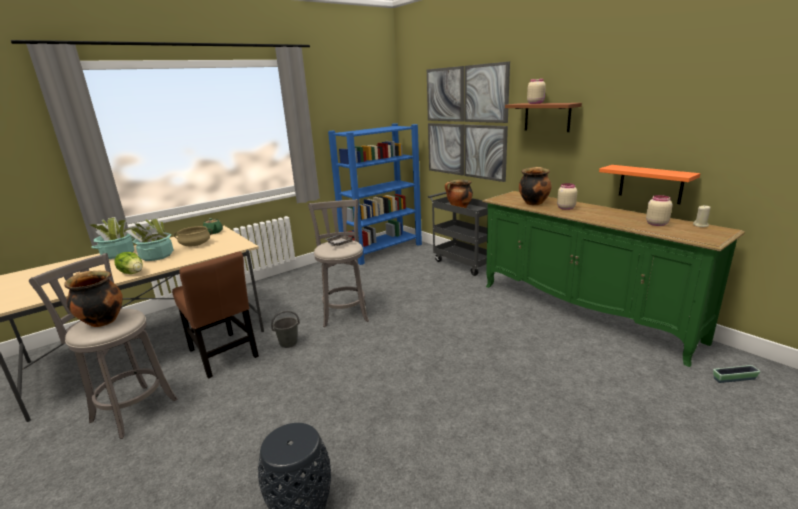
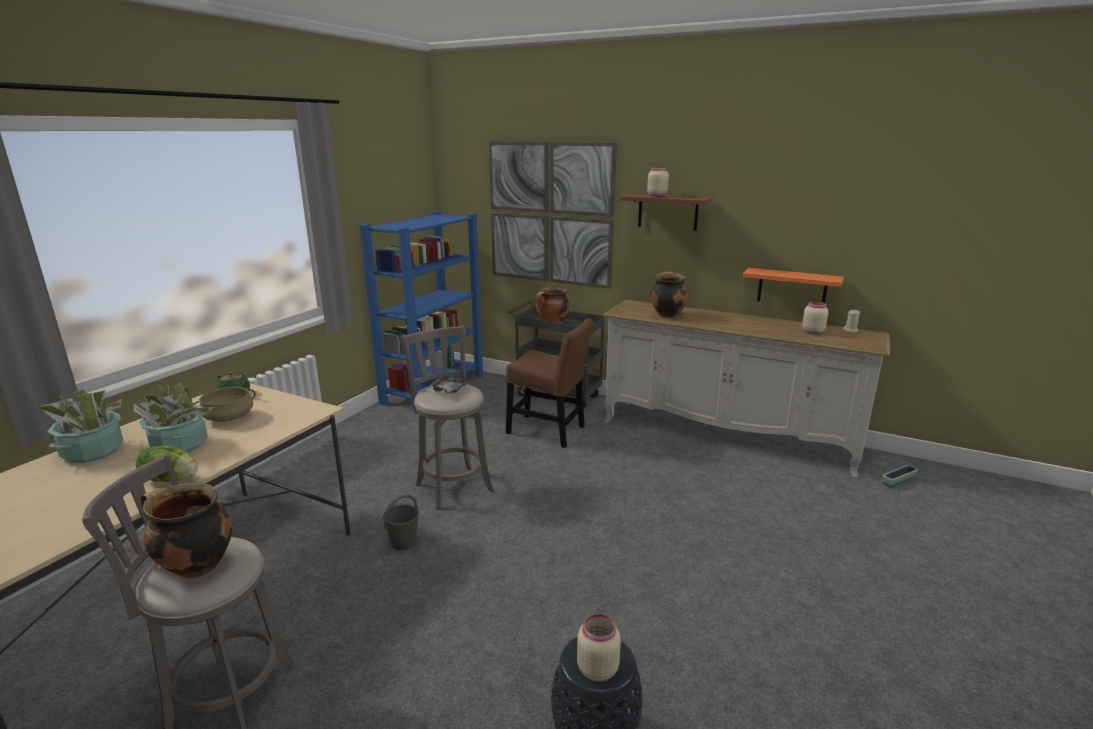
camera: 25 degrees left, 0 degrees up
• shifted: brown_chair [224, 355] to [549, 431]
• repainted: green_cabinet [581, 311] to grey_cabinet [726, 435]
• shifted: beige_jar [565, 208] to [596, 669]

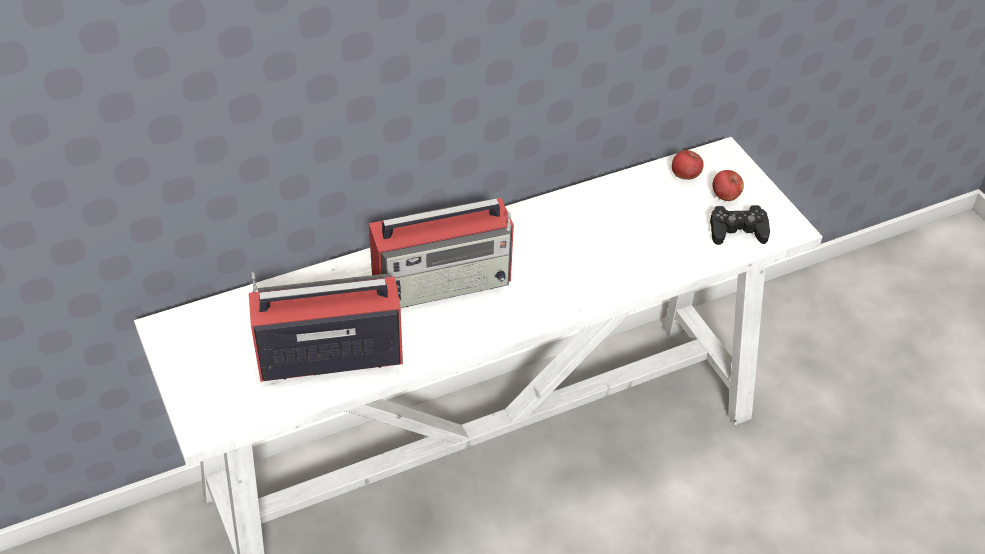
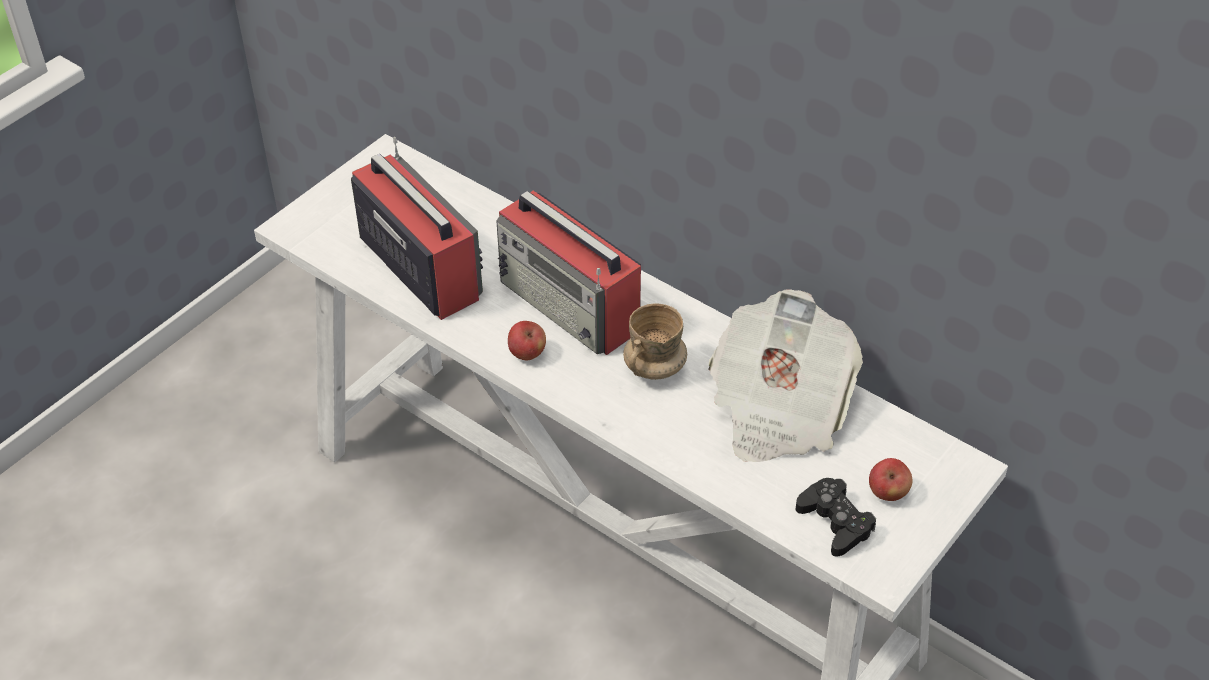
camera: 65 degrees right, 0 degrees up
• shifted: apple [685, 175] to [527, 353]
• new: beige_mug [654, 368]
• new: newspaper [778, 407]

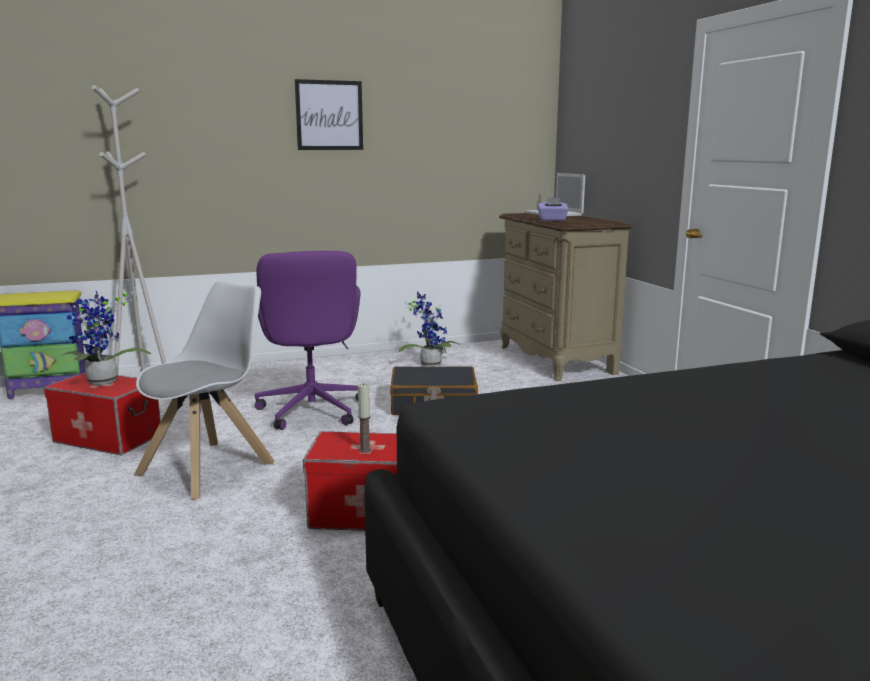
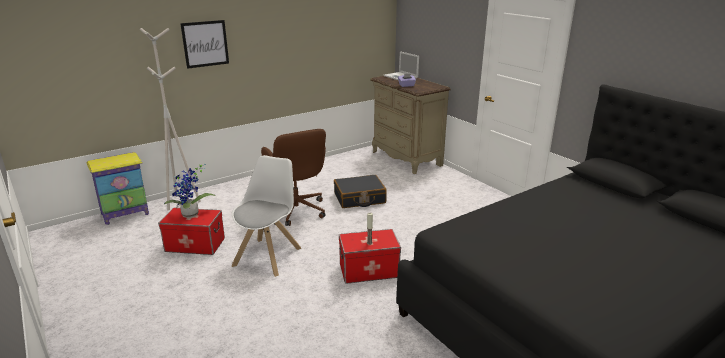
camera: 15 degrees left, 10 degrees up
• repainted: purple_office_chair [311, 410] to brown_office_chair [296, 210]
• shifted: picture [329, 115] to [205, 44]
• gone: potted_plant [429, 363]

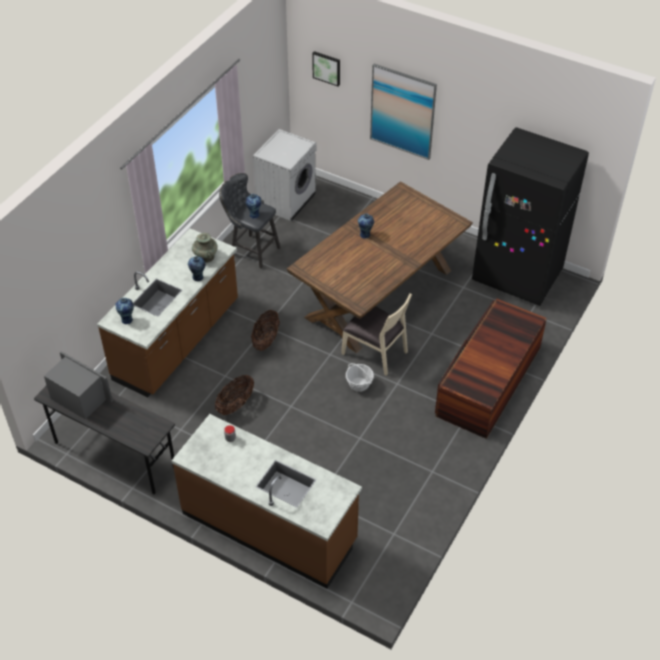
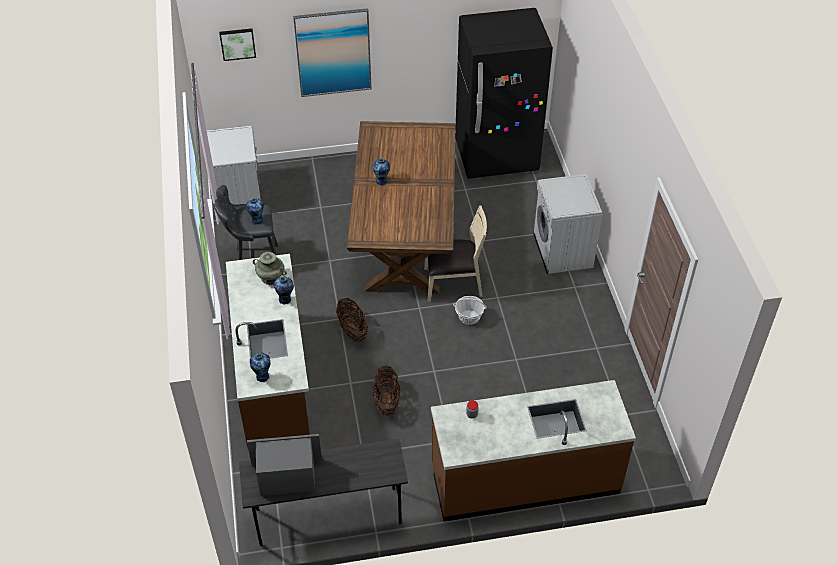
camera: 40 degrees left, 0 degrees up
• swapped: cabinet [487, 381] to white_washing_machine [561, 251]

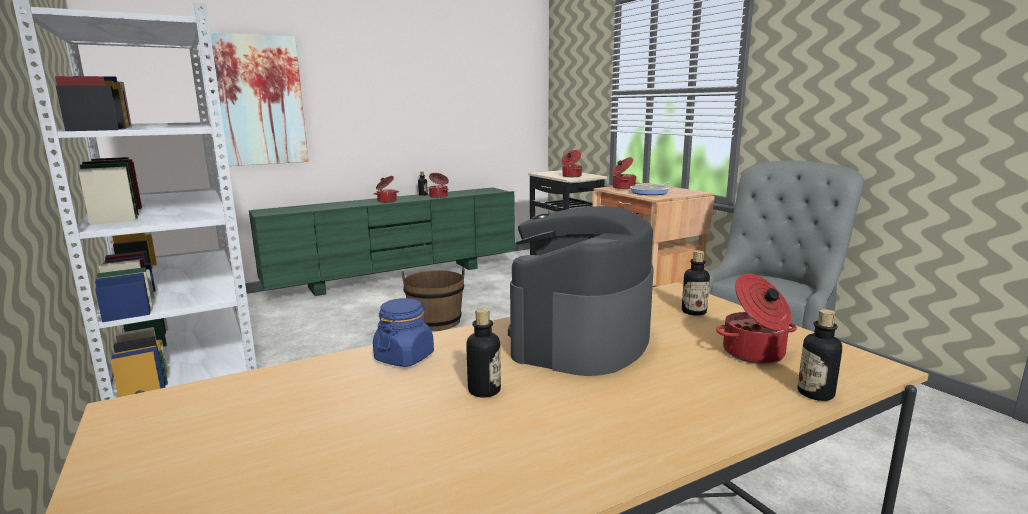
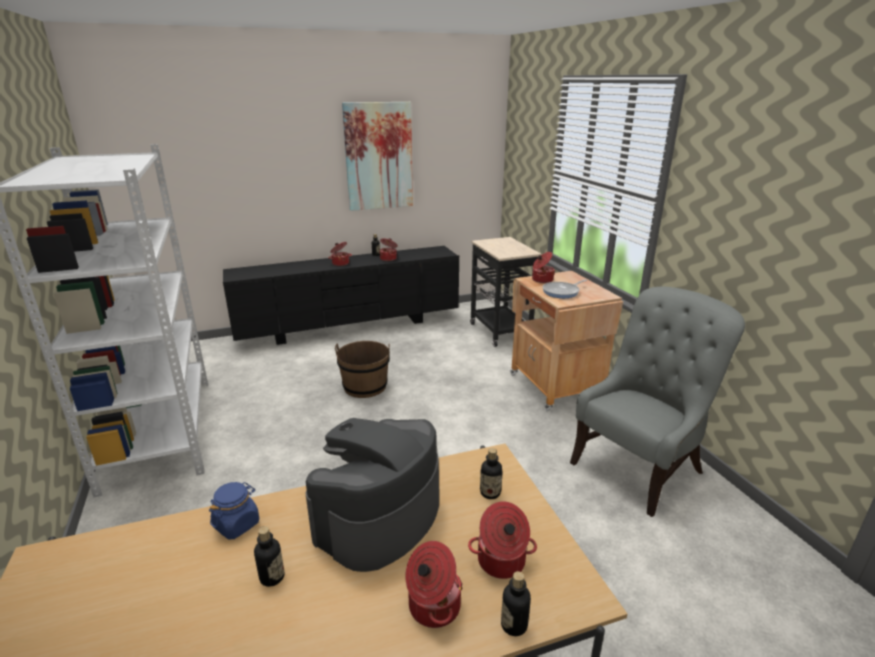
camera: 10 degrees right, 10 degrees up
• shifted: picture [258, 101] to [379, 157]
• repainted: green_cabinet [396, 277] to black_cabinet [350, 327]
• shifted: cooking_pot [571, 176] to [432, 606]

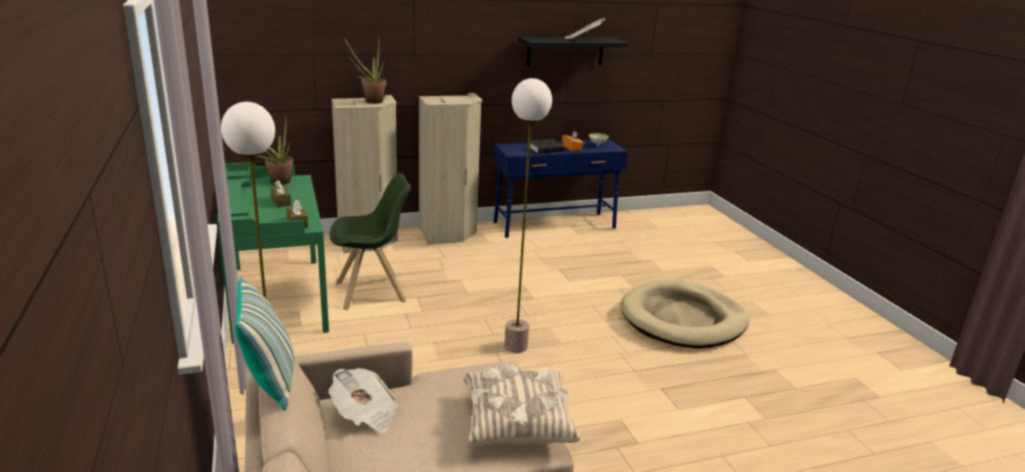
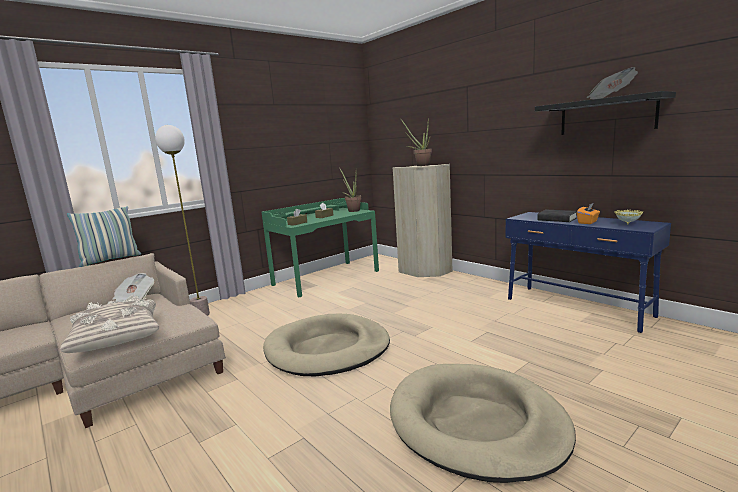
camera: 70 degrees right, 10 degrees down
• gone: green_chair [371, 292]
• gone: beige_cabinet [448, 233]
• swapped: floor_lamp [516, 346] to beige_dog_bed [327, 349]

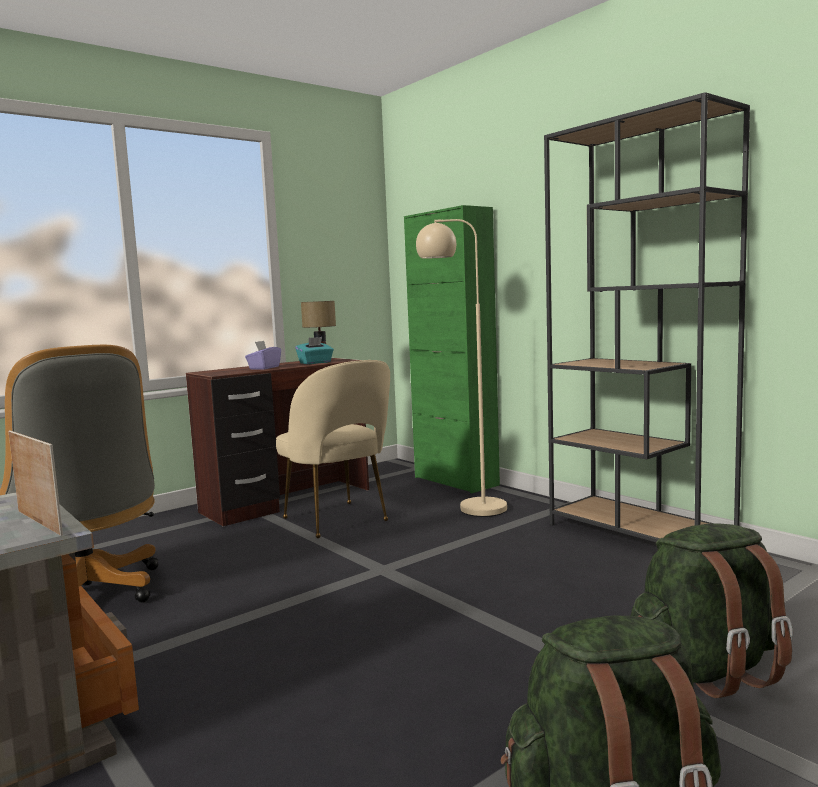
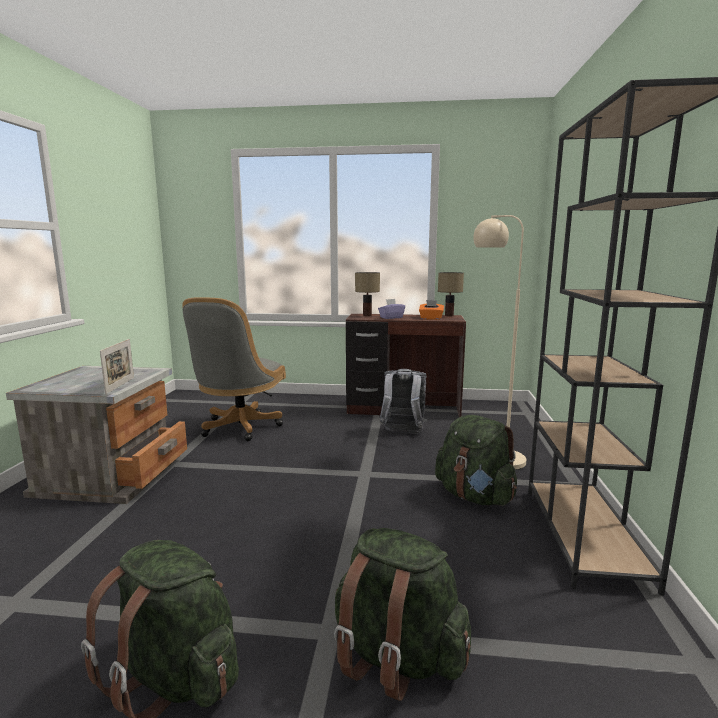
camera: 45 degrees right, 5 degrees up
• swapped: beige_chair [338, 522] to grey_backpack [402, 434]
• repainted: turquoise_tissue_box [315, 363] to orange_tissue_box [431, 318]
• gone: green_cabinet [455, 481]
• new: table_lamp [366, 315]
• new: green_backpack [475, 496]

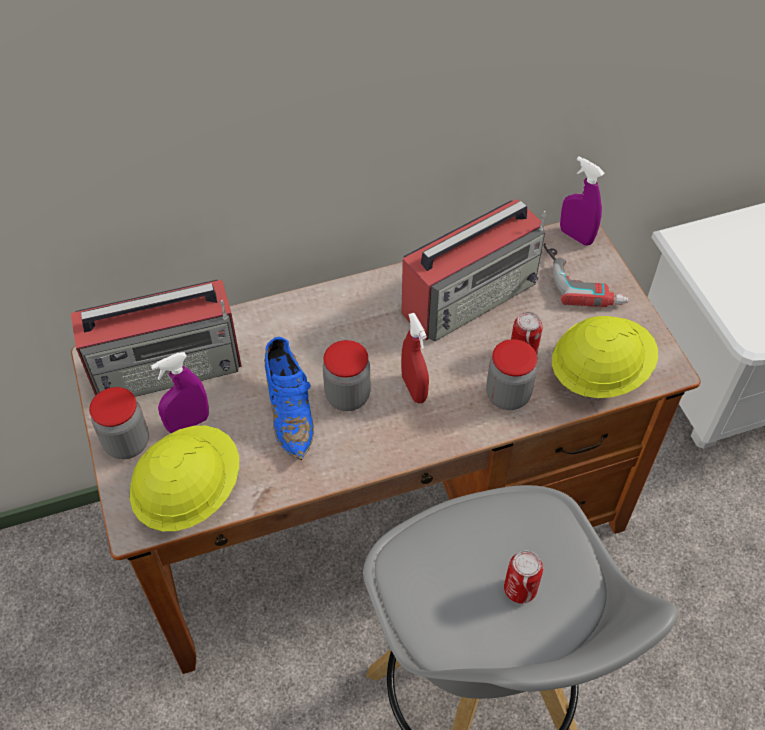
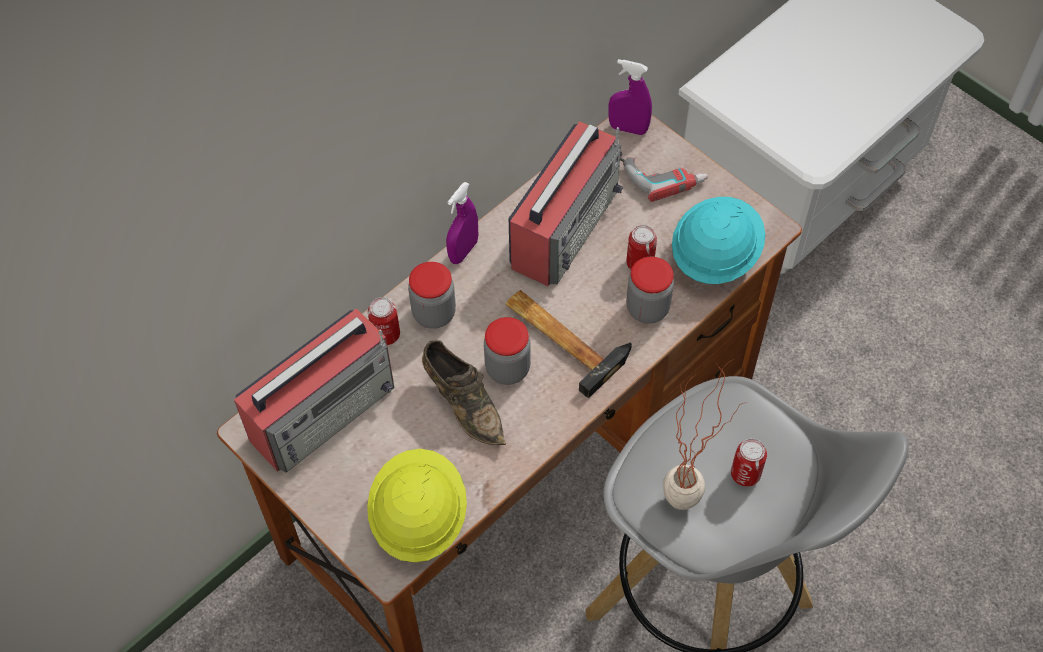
camera: 25 degrees left, 5 degrees up
• shifted: jar [127, 443] to [434, 313]
• shifted: purple_spray_bottle [188, 423] to [463, 251]
• repainted: blue_shoe [290, 410] to brown_shoe [464, 404]
• swapped: red_spray_bottle [414, 389] to hammer [563, 337]
• repainted: yellow_hard_hat [599, 373] to turquoise_hard_hat [714, 255]
• new: can [386, 334]
• new: potted_plant [692, 494]

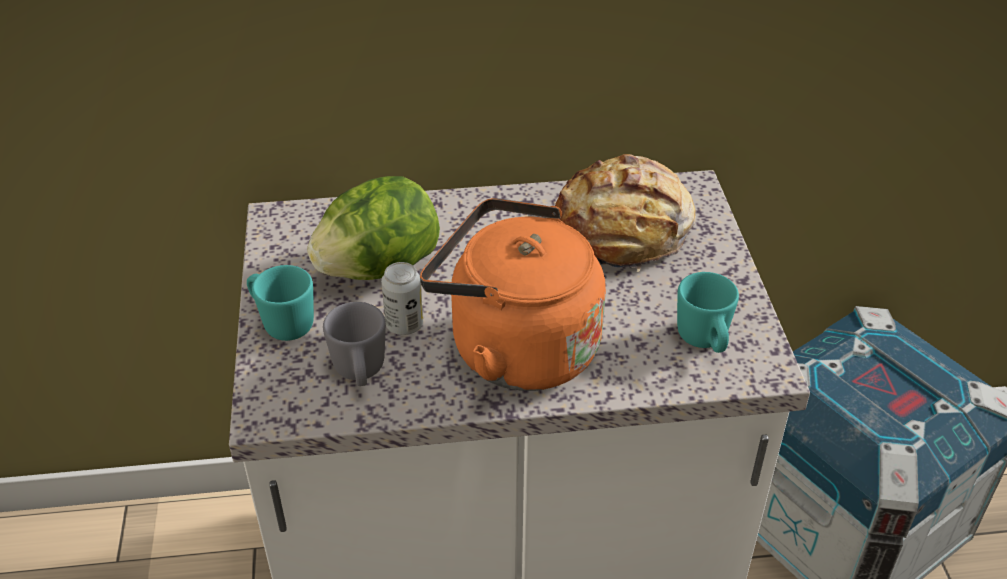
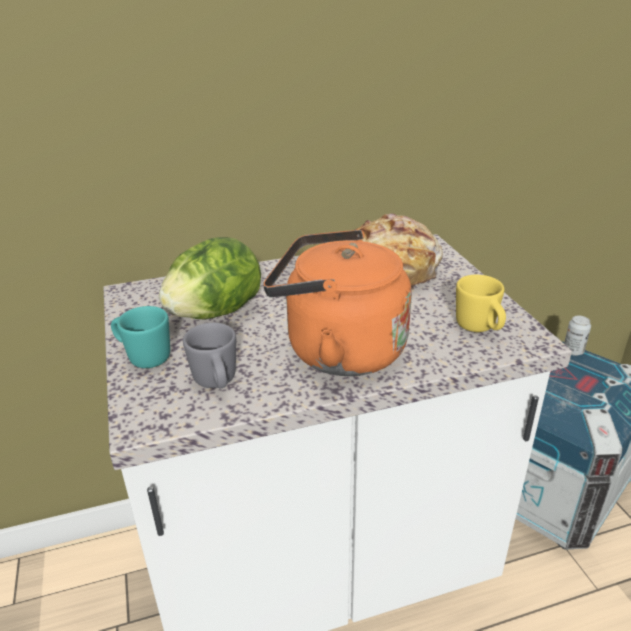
camera: 10 degrees left, 10 degrees down
• shifted: can [404, 325] to [573, 351]
• repainted: turquoise_mug [705, 341] to yellow_mug [479, 328]

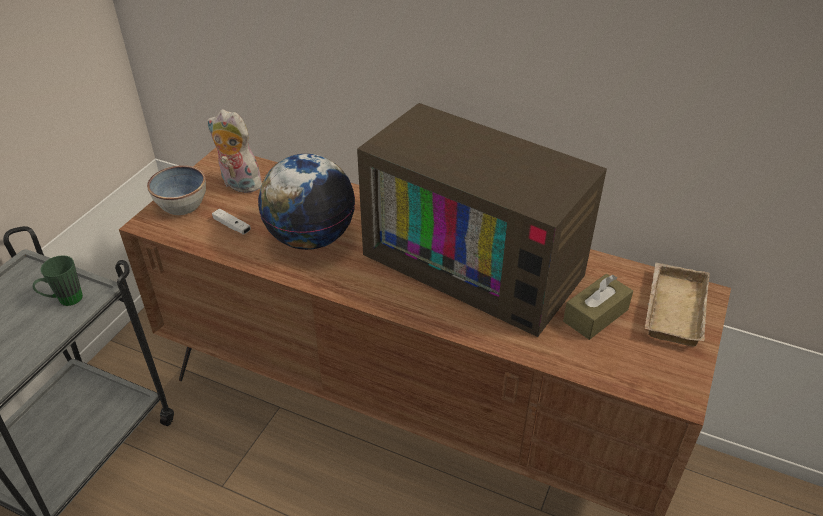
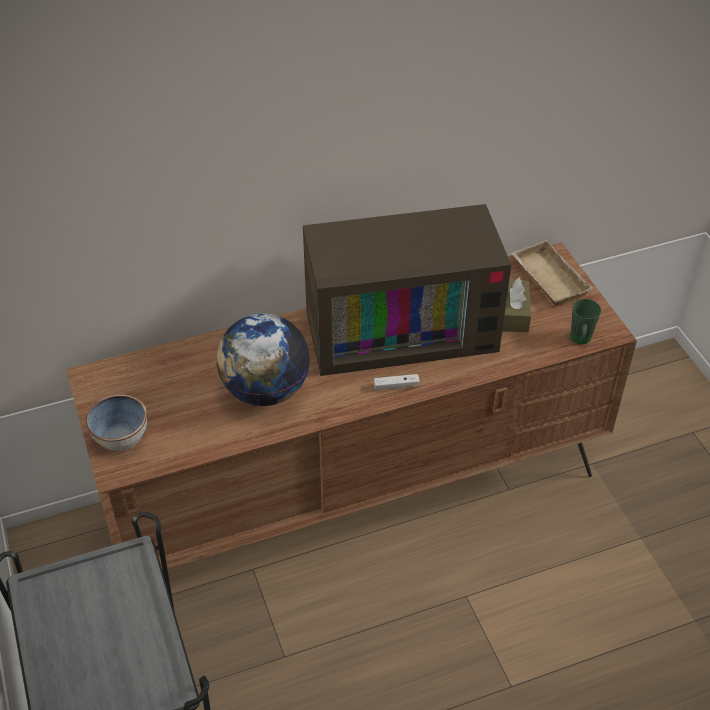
camera: 45 degrees left, 5 degrees up
• shifted: green_mug [64, 300] to [580, 341]
• gone: plush_toy [238, 184]
• shifted: white_game_controller [232, 226] to [396, 386]

